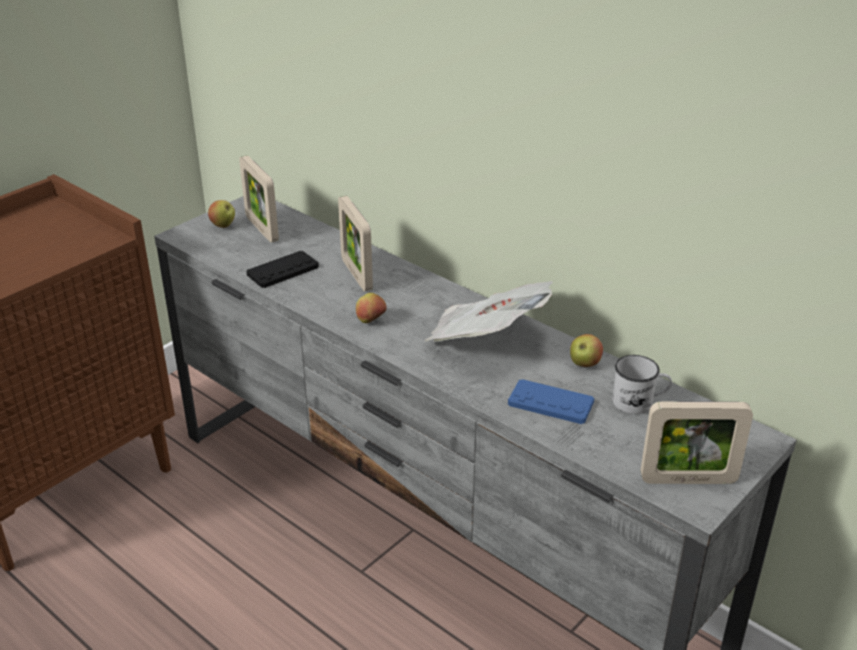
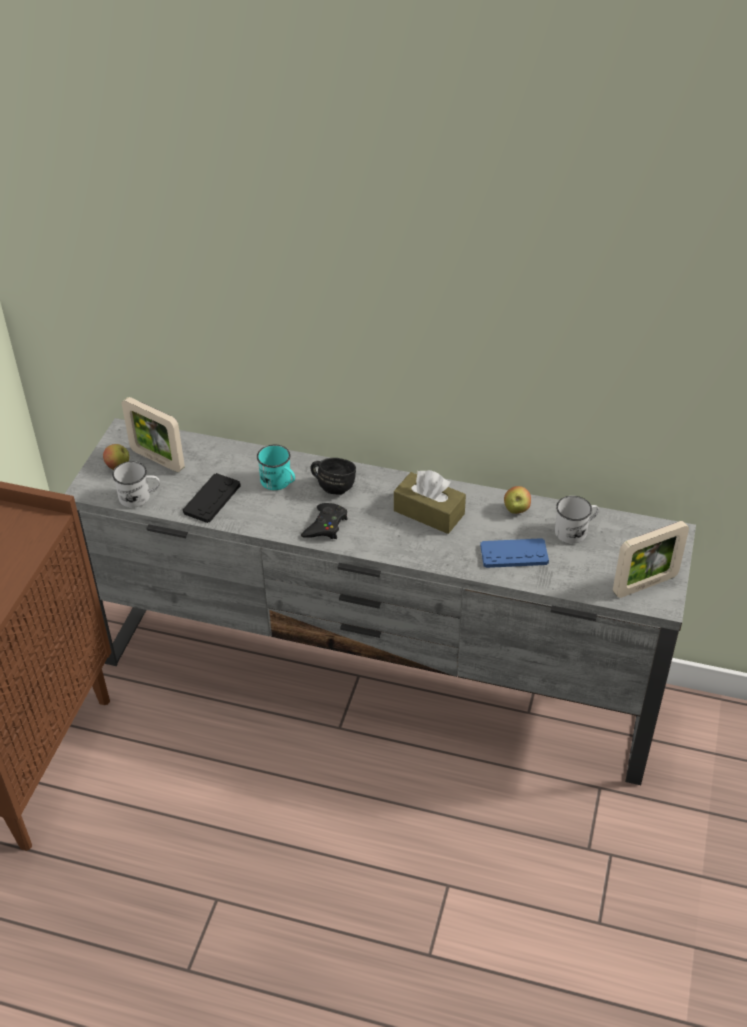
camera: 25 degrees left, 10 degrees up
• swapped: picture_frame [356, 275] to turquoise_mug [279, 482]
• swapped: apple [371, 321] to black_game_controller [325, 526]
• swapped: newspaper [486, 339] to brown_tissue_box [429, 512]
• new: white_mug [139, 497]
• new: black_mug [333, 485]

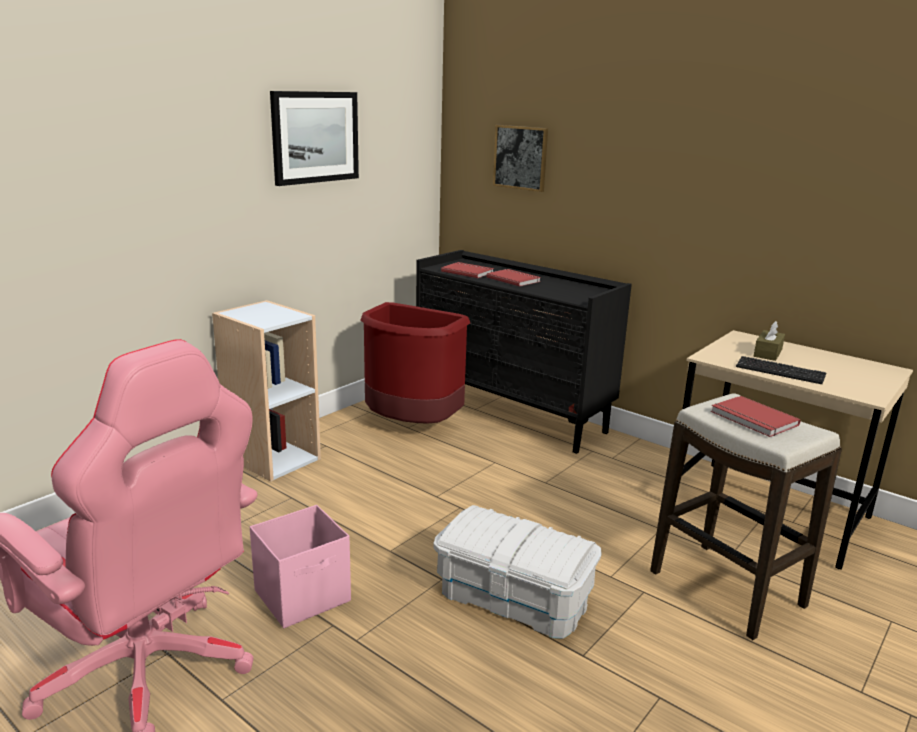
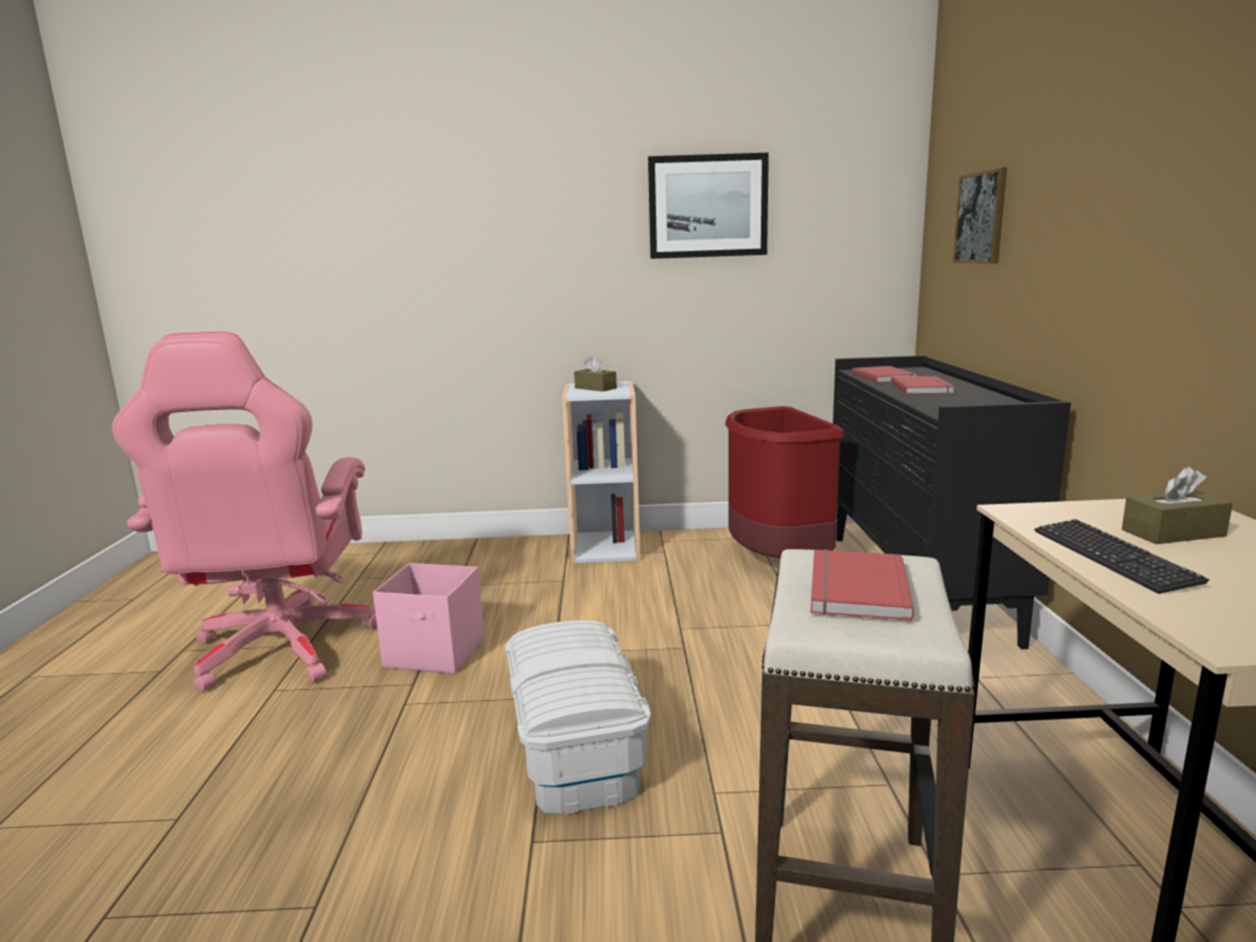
camera: 50 degrees right, 5 degrees down
• new: brown_tissue_box [595, 388]

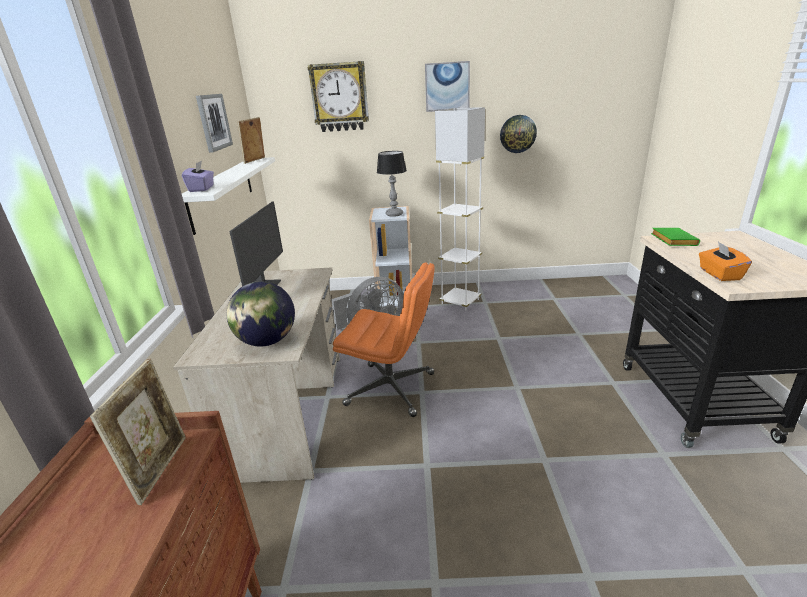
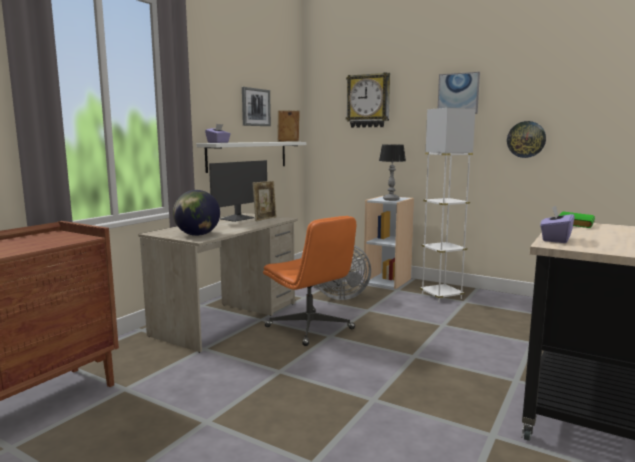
camera: 30 degrees right, 15 degrees down
• shifted: picture_frame [160, 468] to [265, 219]
• repainted: orange_tissue_box [719, 274] to purple_tissue_box [555, 239]

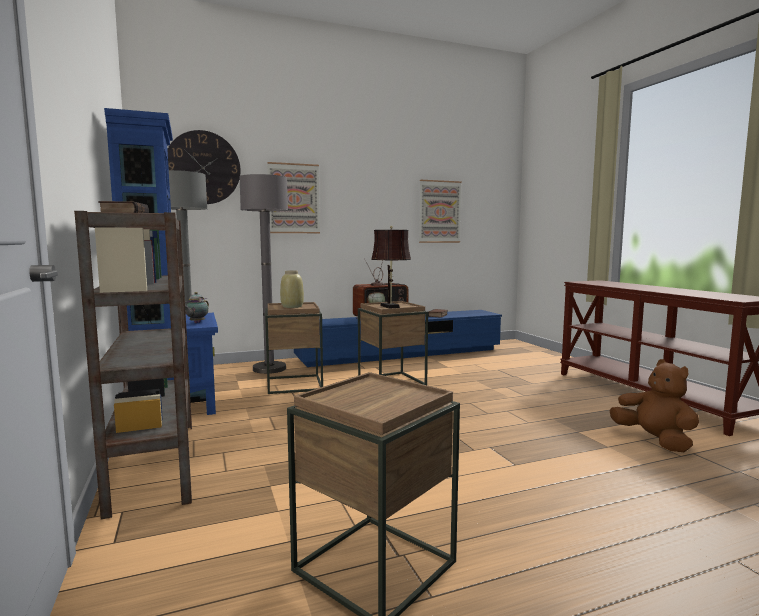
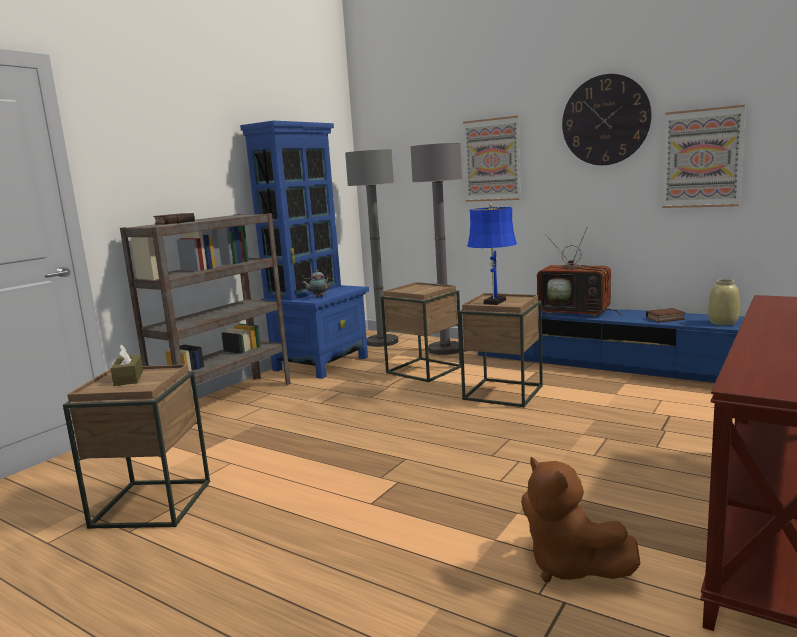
camera: 55 degrees right, 5 degrees up
• shifted: wall_clock [203, 167] to [605, 120]
• shifted: beige_vase [292, 306] to [722, 323]
• repainted: brown_table_lamp [390, 307] to blue_table_lamp [493, 302]
• rotated: brown_plush_toy [654, 440] = [569, 566] 120 degrees clockwise
• new: brown_tissue_box [129, 378]

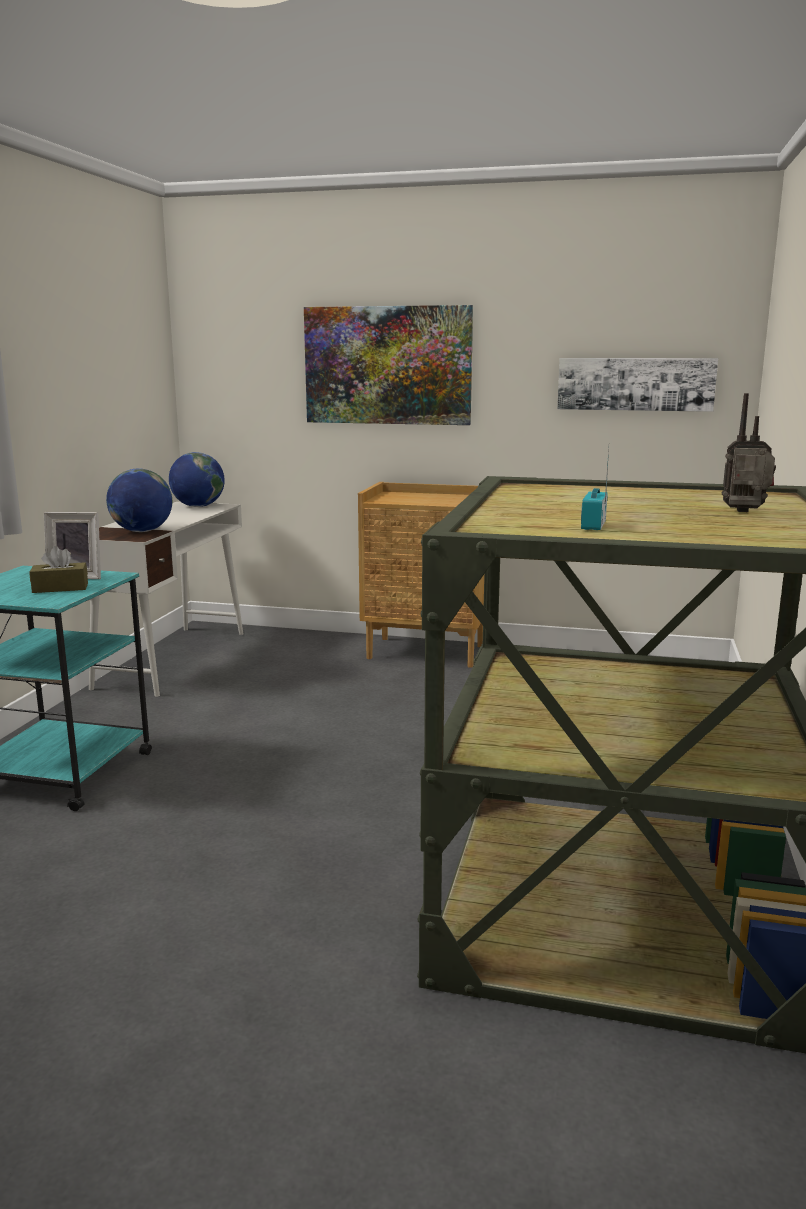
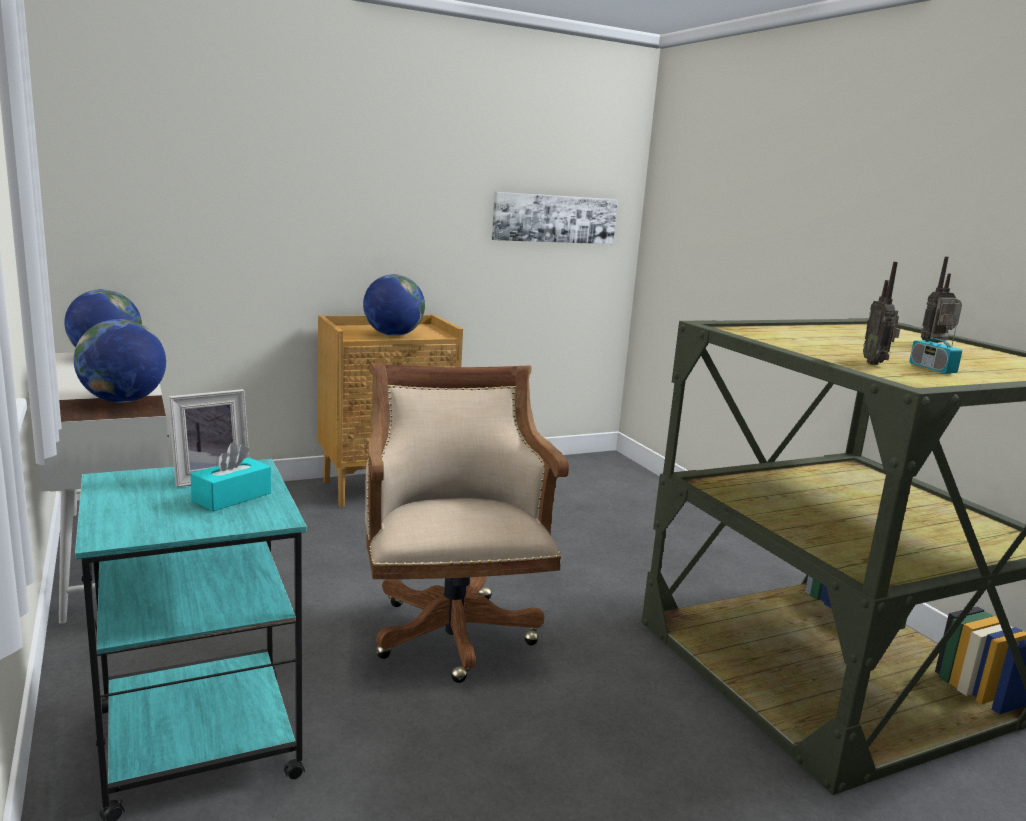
camera: 40 degrees left, 0 degrees up
• repainted: brown_tissue_box [60, 588] to turquoise_tissue_box [232, 497]
• gone: picture [387, 365]
• new: globe [393, 335]
• new: office_chair [450, 630]
• new: radio [876, 363]

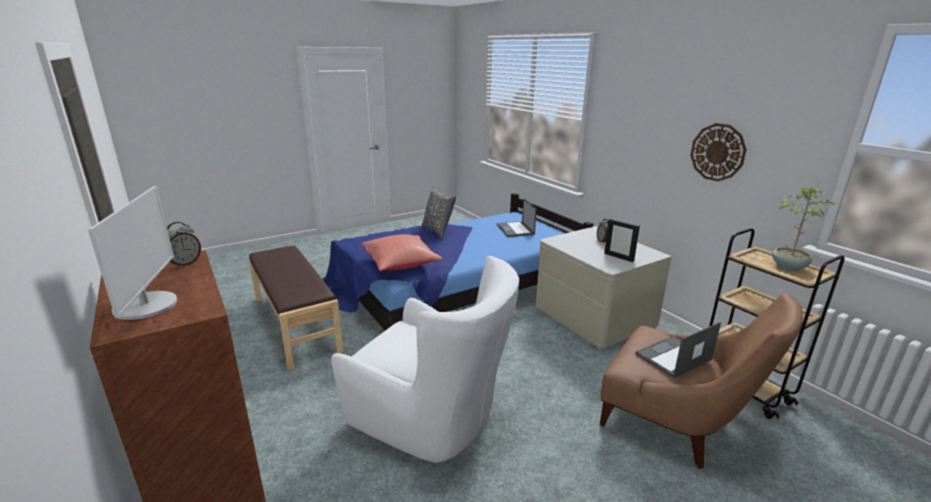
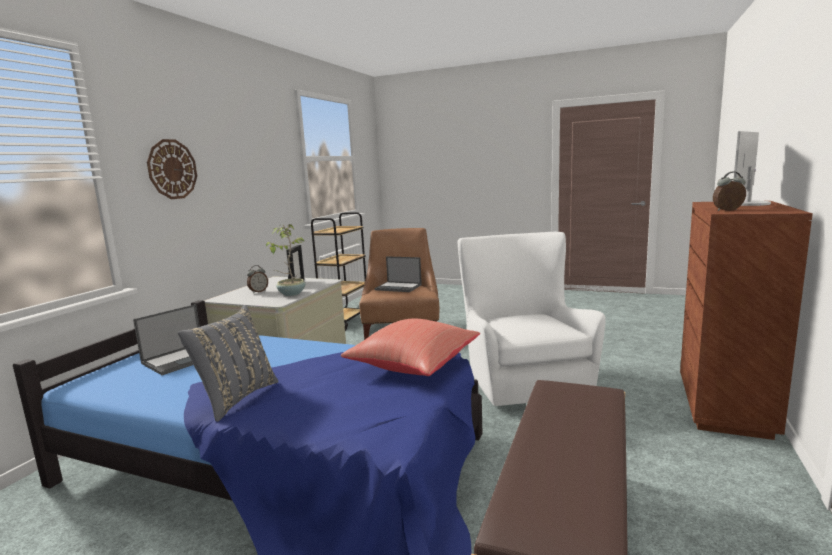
camera: 125 degrees left, 10 degrees down
• shifted: wall_clock [717, 152] to [172, 169]
• shifted: potted_plant [789, 266] to [291, 294]

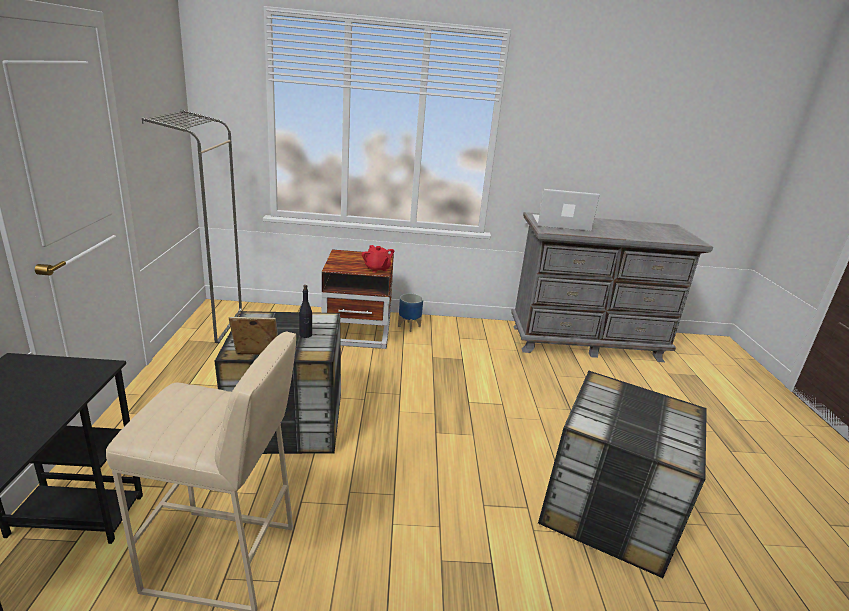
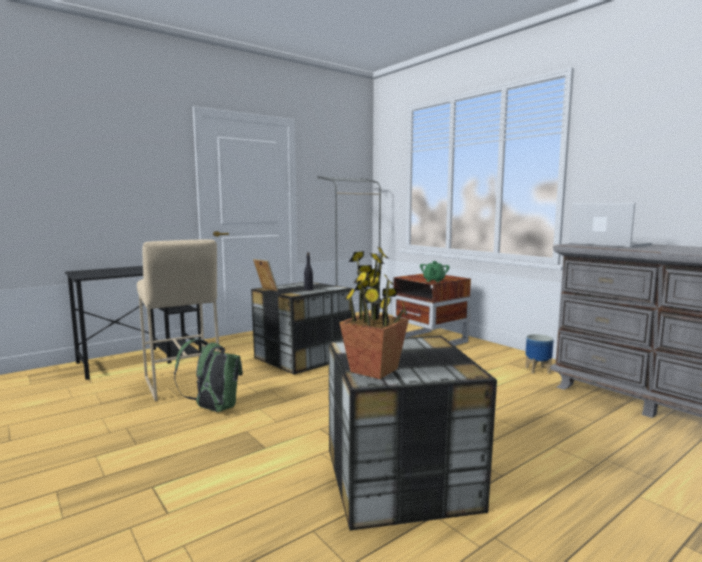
camera: 55 degrees right, 15 degrees down
• repainted: red_teapot [377, 269] to green_teapot [434, 281]
• shifted: planter [409, 326] to [538, 370]
• new: green_backpack [213, 409]
• new: potted_plant [374, 370]

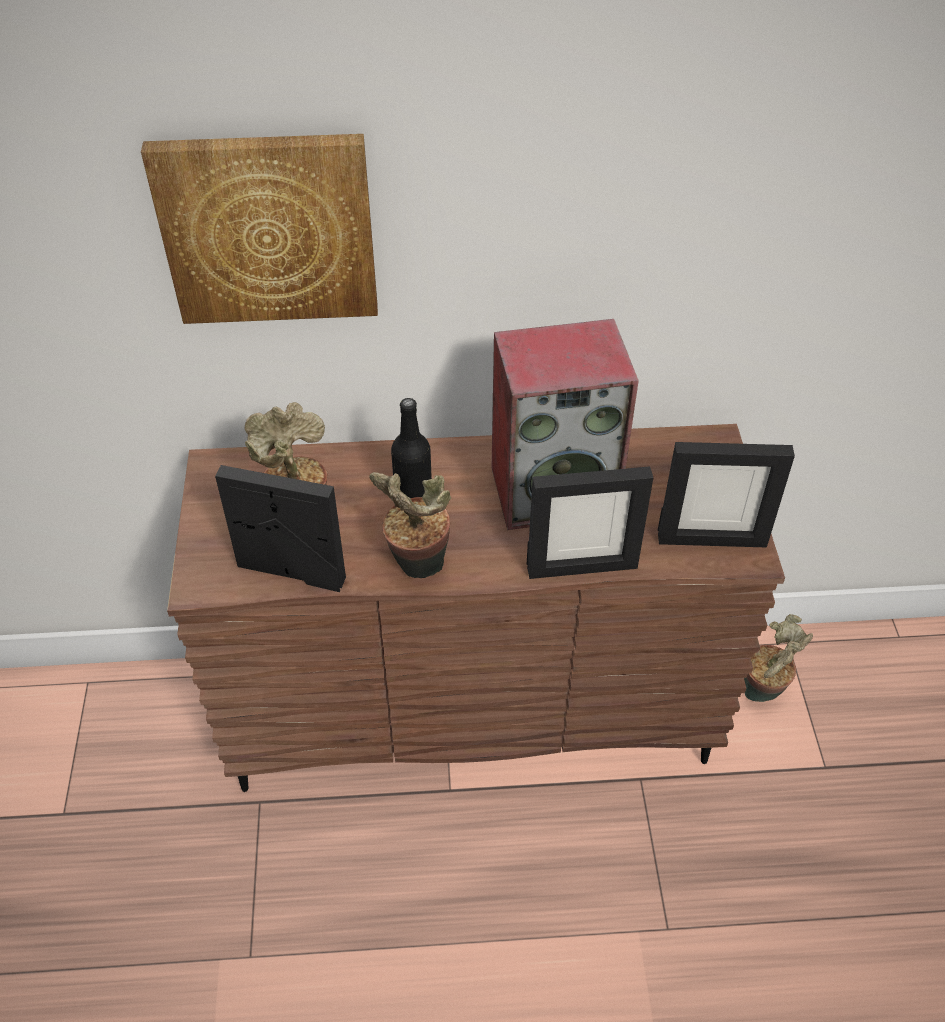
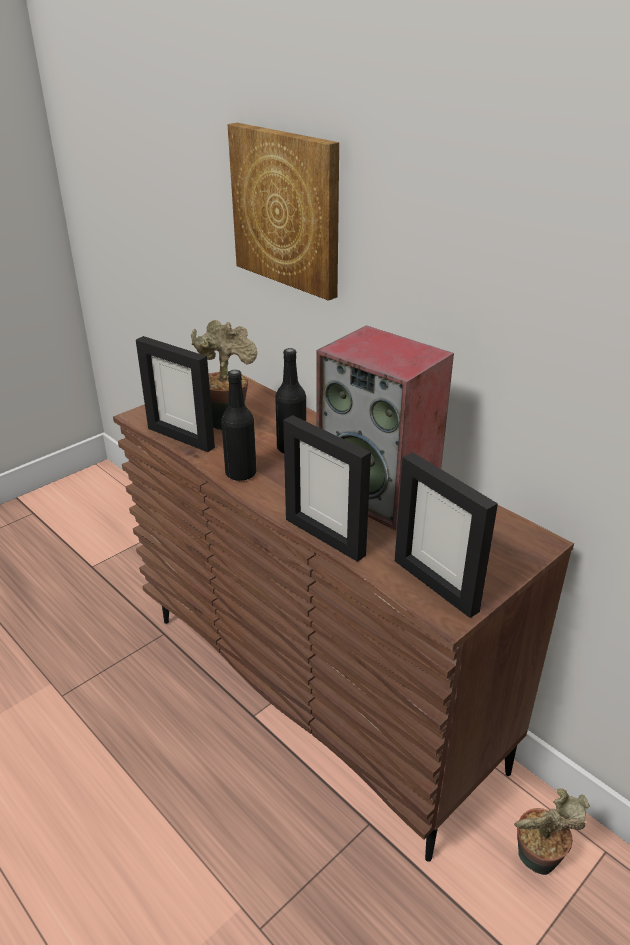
camera: 50 degrees right, 15 degrees down
• rotated: picture_frame [290, 574] = [182, 437] 150 degrees clockwise
• swapped: potted_plant [416, 566] to black_bottle [241, 473]

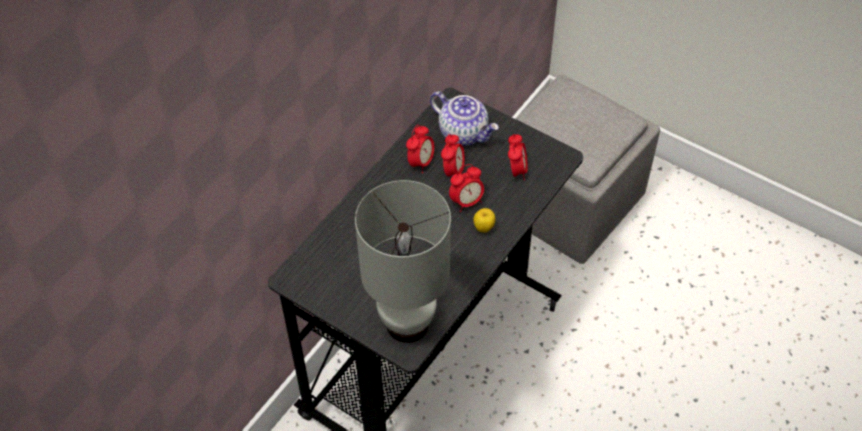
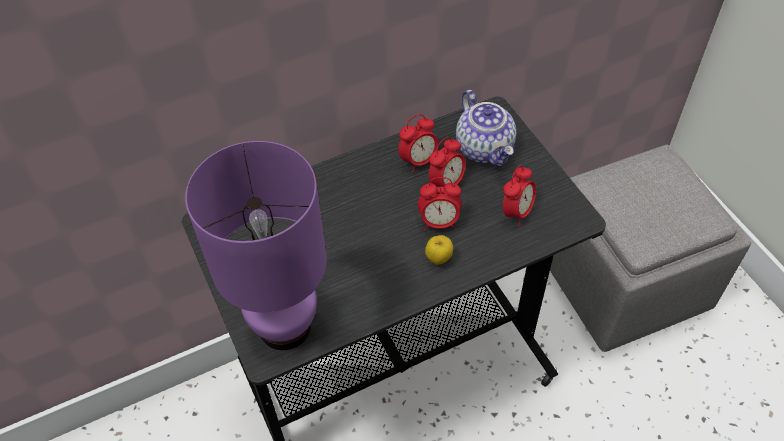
camera: 30 degrees right, 0 degrees up
• repainted: grey_table_lamp [407, 323] to purple_table_lamp [286, 326]

